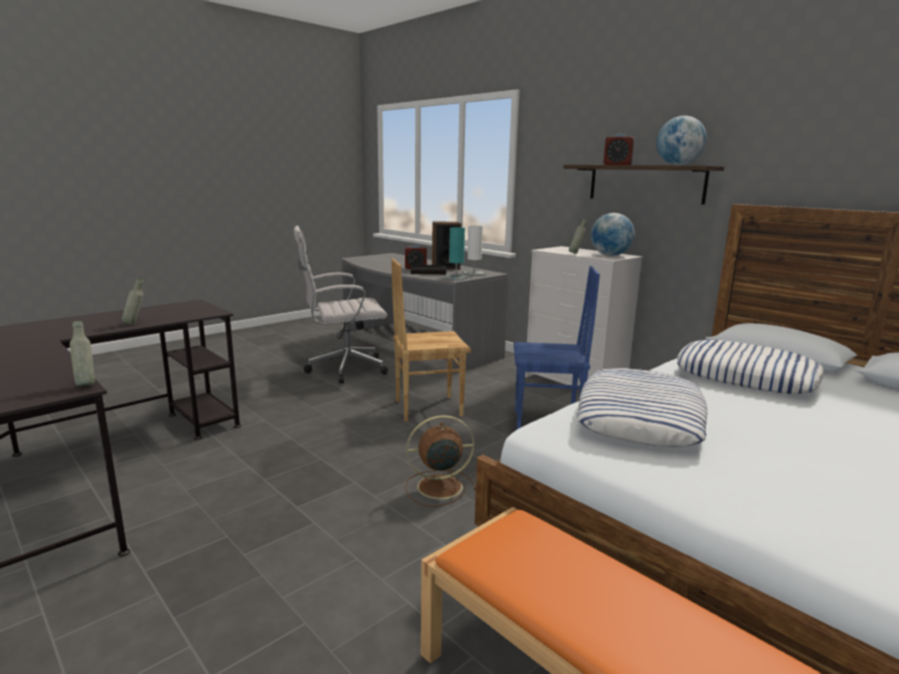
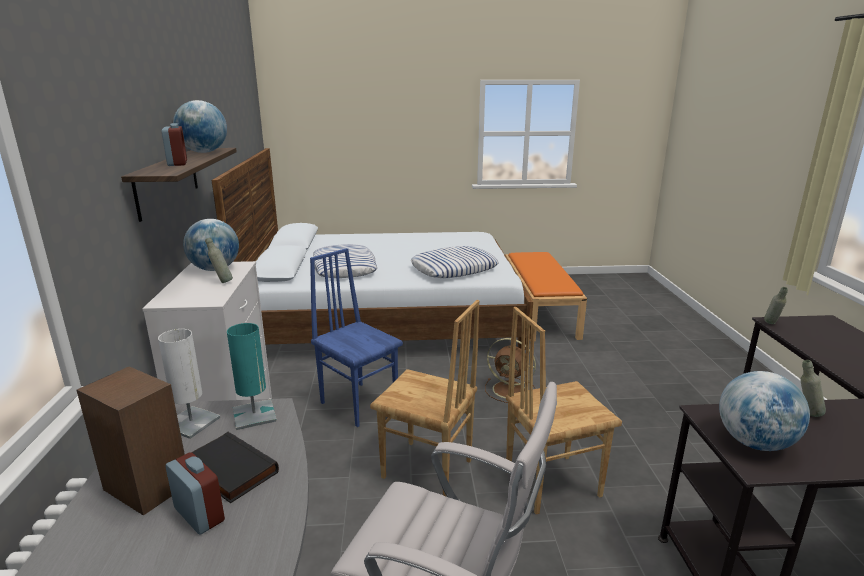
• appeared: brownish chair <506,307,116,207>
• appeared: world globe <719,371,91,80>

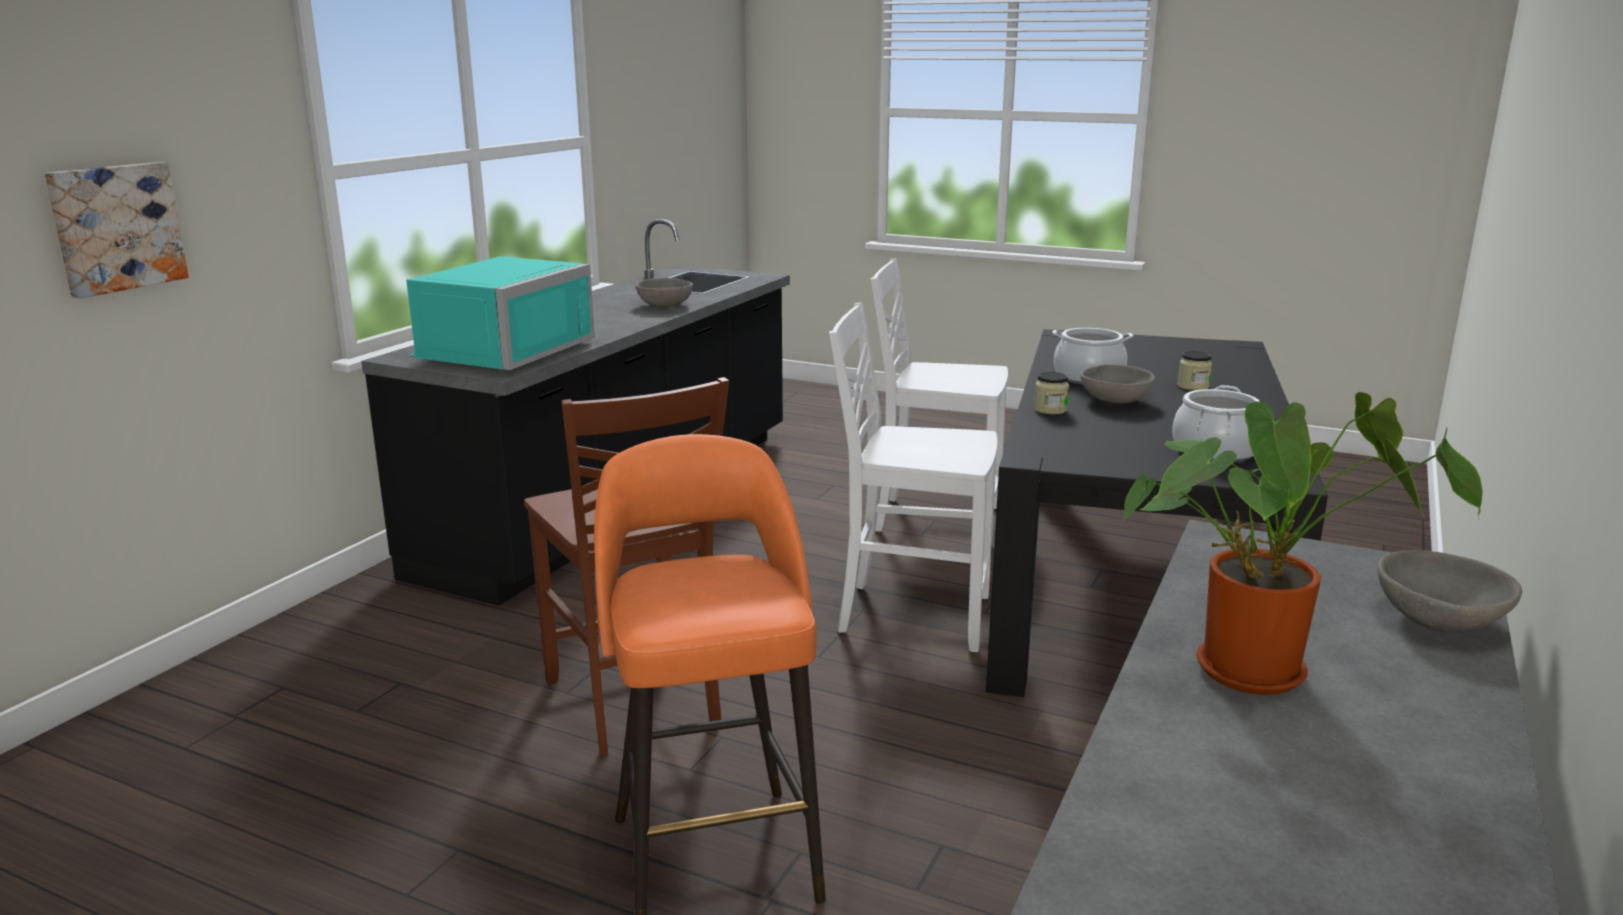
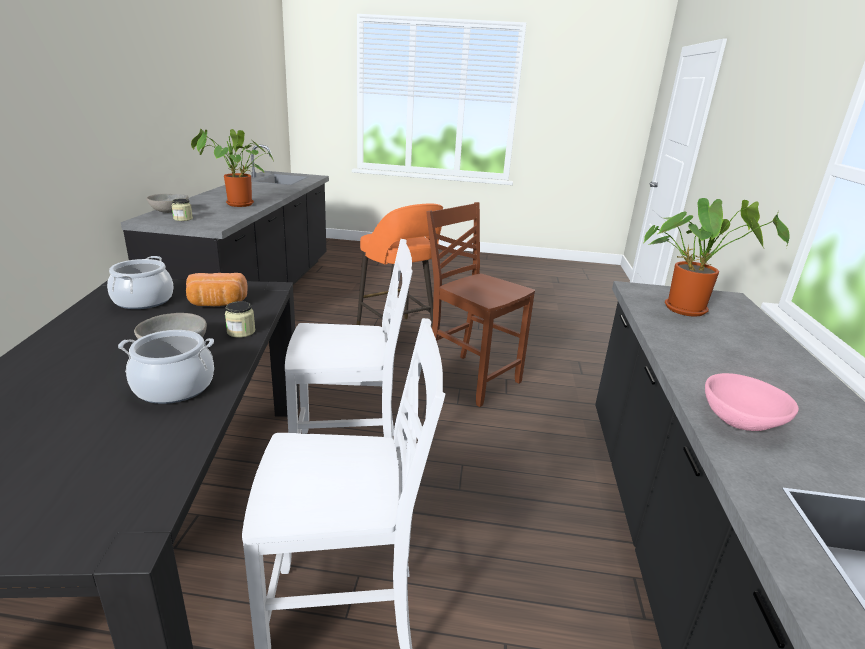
• relocated: preserve jar <1177,351,35,40> to <171,199,22,22>
• appeared: bakery bread <186,273,62,33>
• exchanged: blue-green microwave oven <406,256,189,114> to plant in a pot <644,198,146,119>
• colour: greyish deep dish <635,278,58,29> to pinkish deep dish <705,373,94,58>
• missing: picture <45,162,144,136>

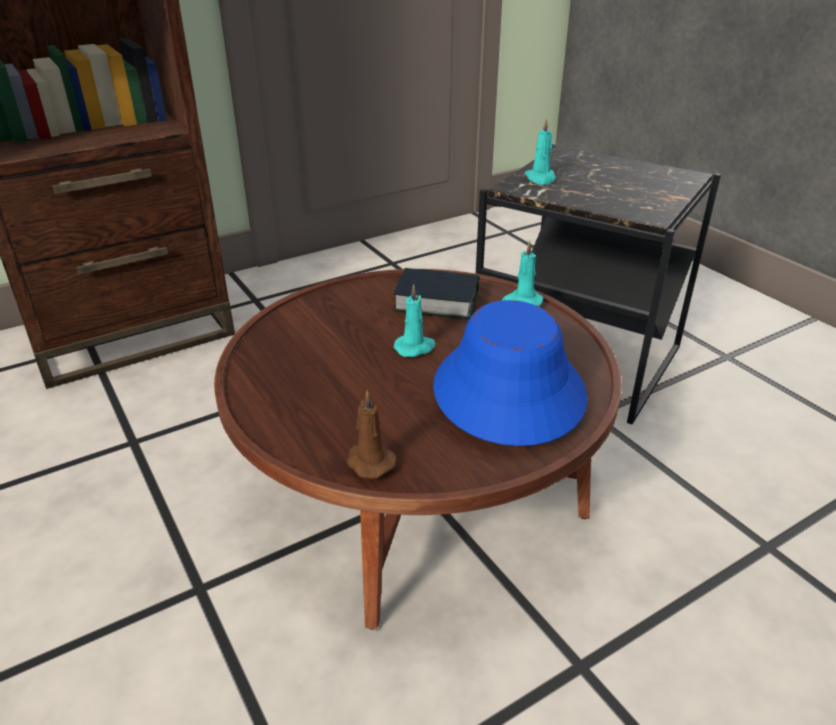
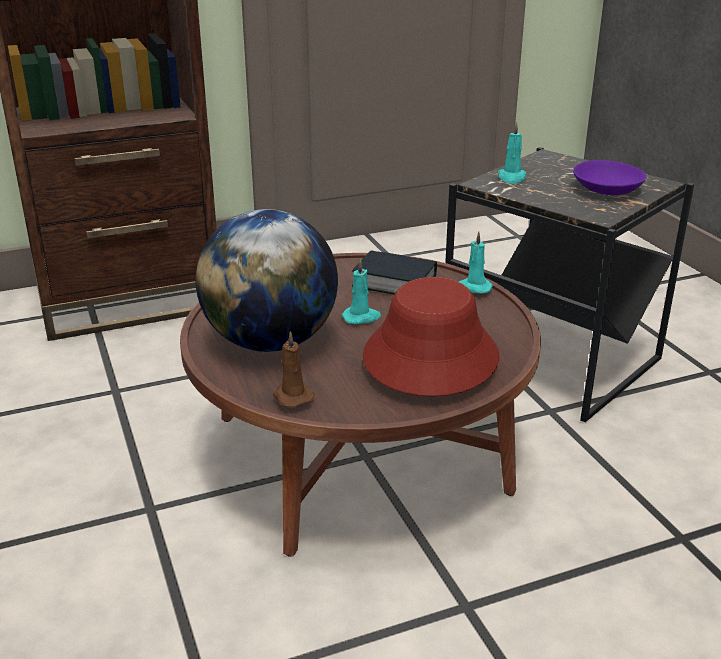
• appeared: world globe <196,209,142,143>
• colour: blue-coloured clothing hat <433,300,155,146> to reddish clothing hat <363,277,136,119>
• appeared: purple deep dish <573,160,74,35>

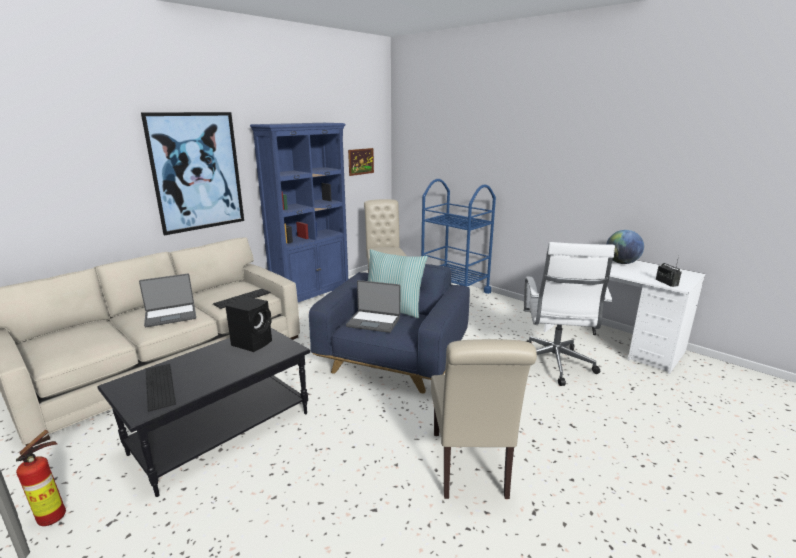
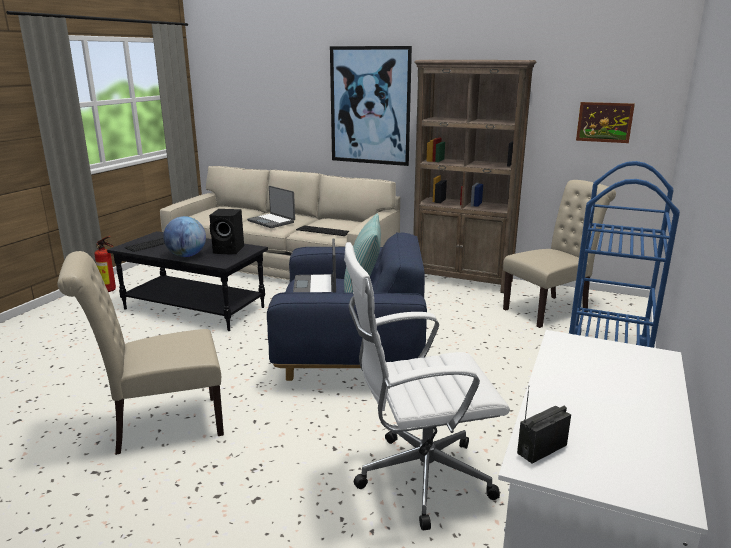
• relocated: world globe <606,230,38,34> to <163,216,43,41>
• colour: blue-coloured bookshelf <250,123,98,179> to brownish bookshelf <413,60,124,233>

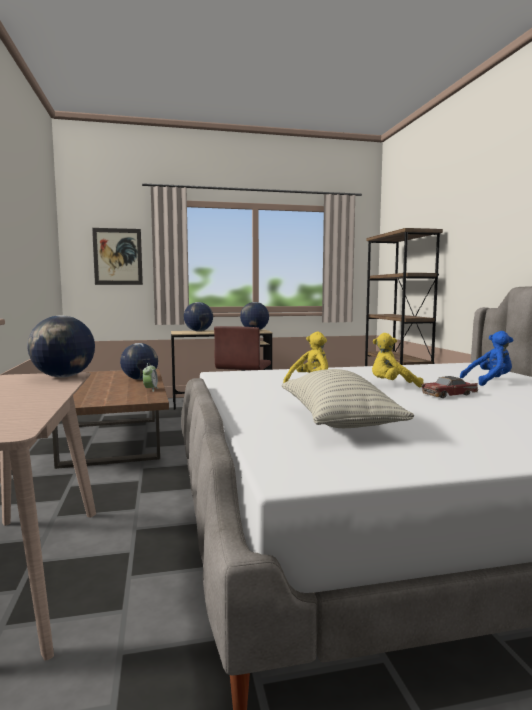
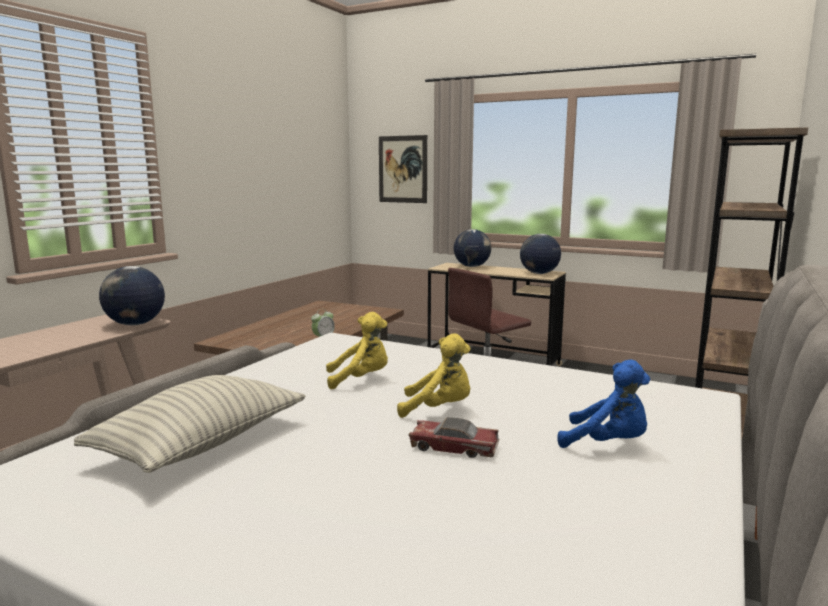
• spun: yellow plush toy <372,333,52,54> = <397,333,74,85> 150 degrees clockwise
• missing: world globe <120,343,38,37>

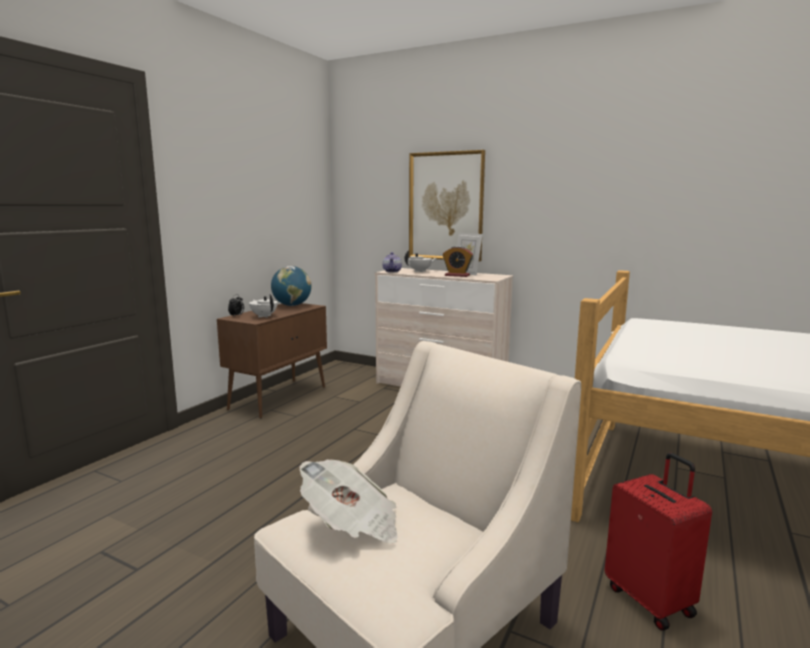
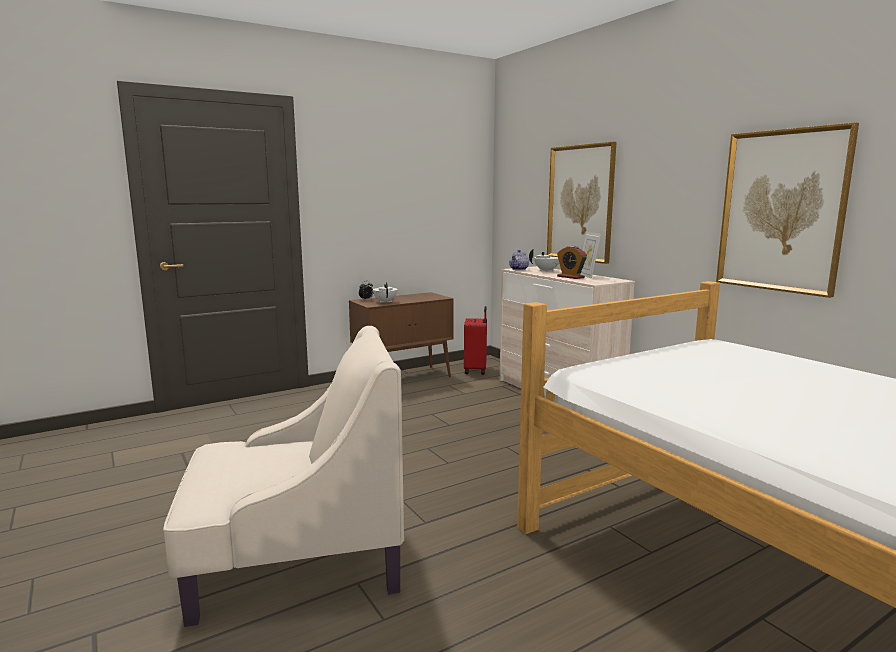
• relocated: reddish travel case <605,453,107,178> to <464,306,23,69>
• appeared: picture <716,122,143,176>
• missing: world globe <271,266,41,40>
• missing: newspaper <299,460,99,84>

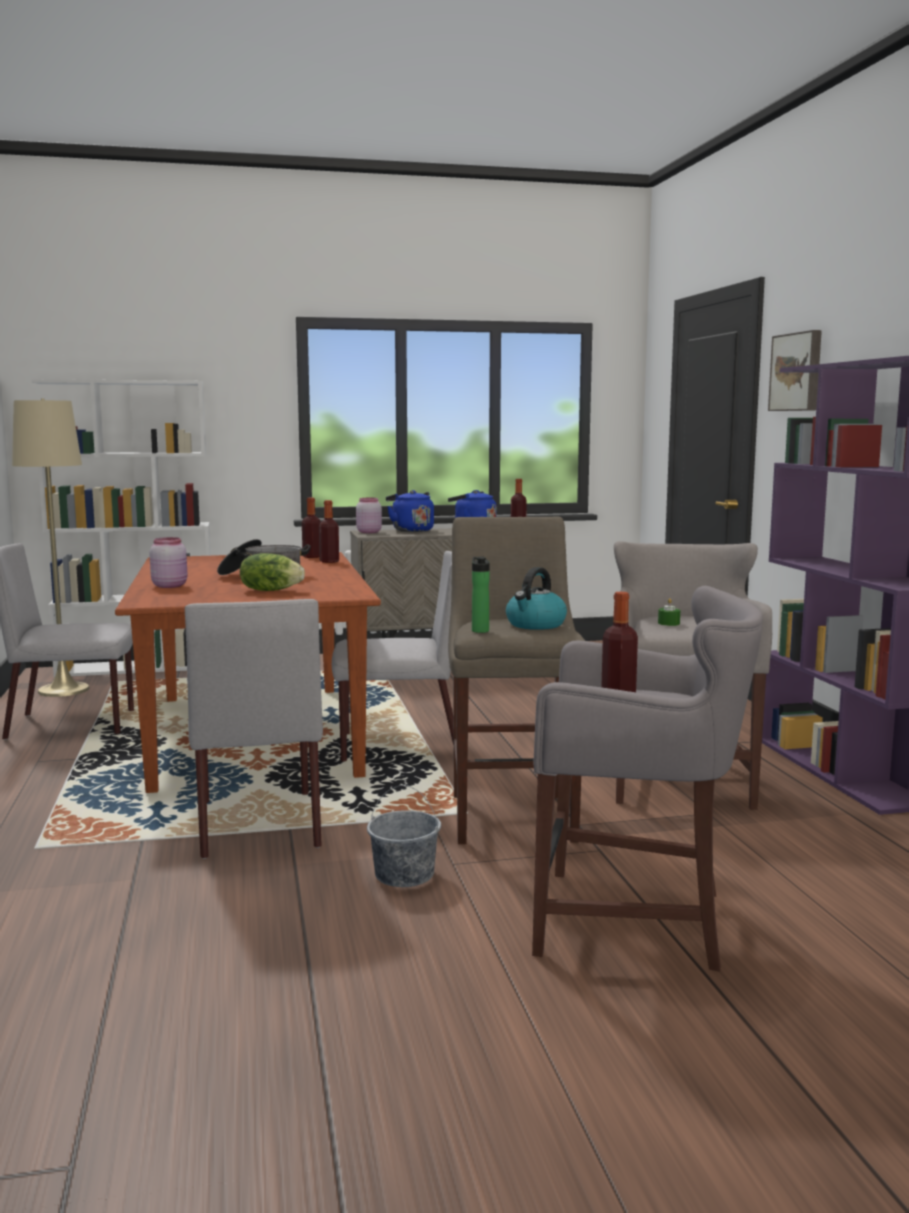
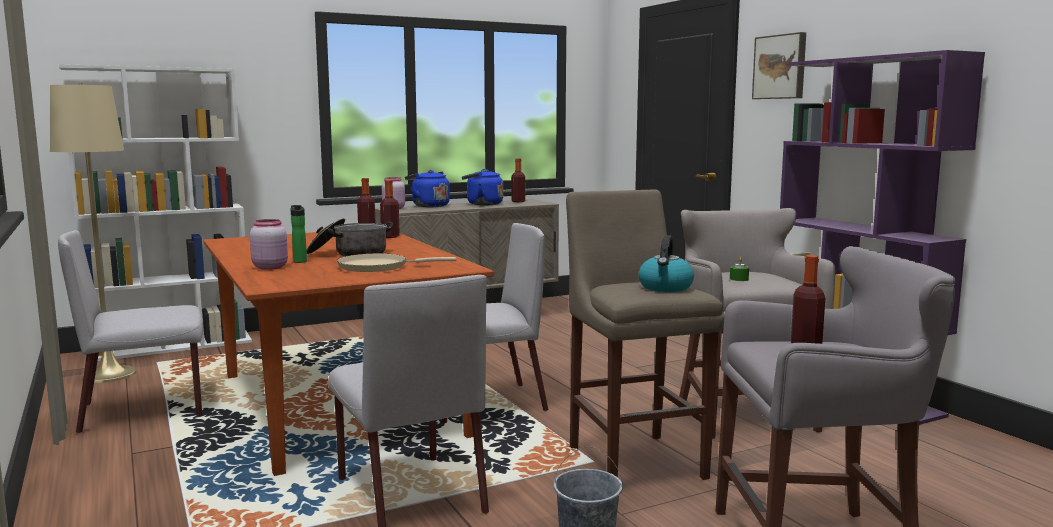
• relocated: drink bottle <472,557,18,76> to <291,205,16,58>
• exchanged: lettuce head <240,553,65,38> to beige-coloured skillet <337,253,119,19>

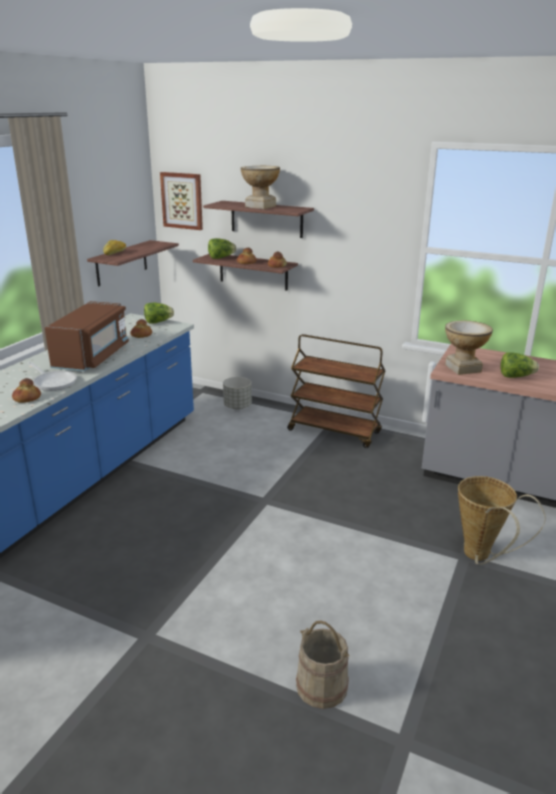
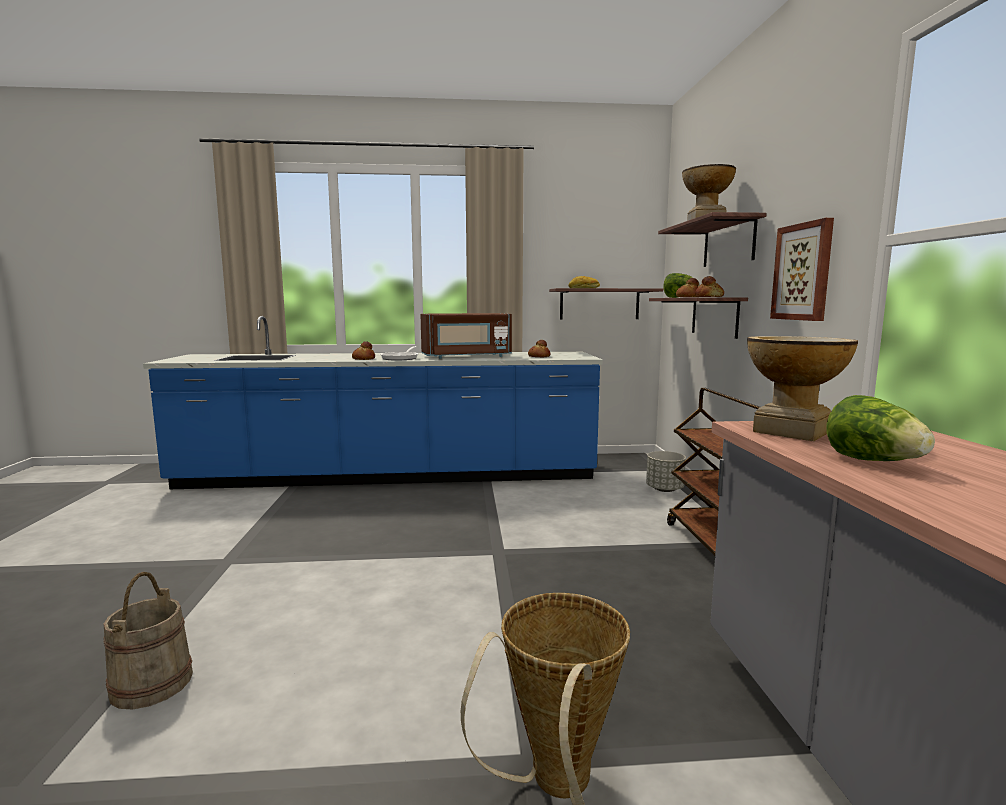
• relocated: picture <160,172,43,58> to <770,218,64,103>
• missing: lettuce head <144,303,30,21>

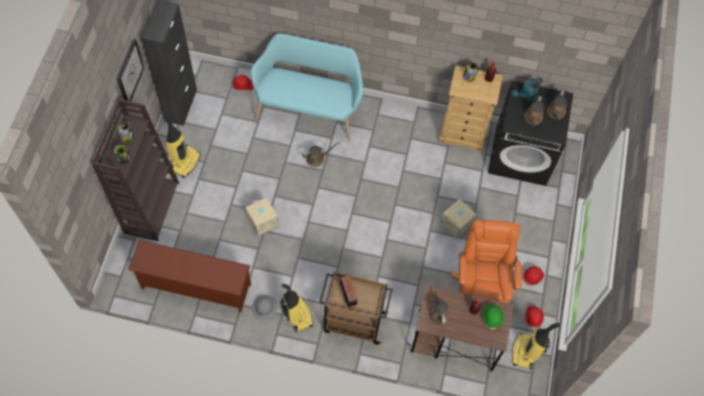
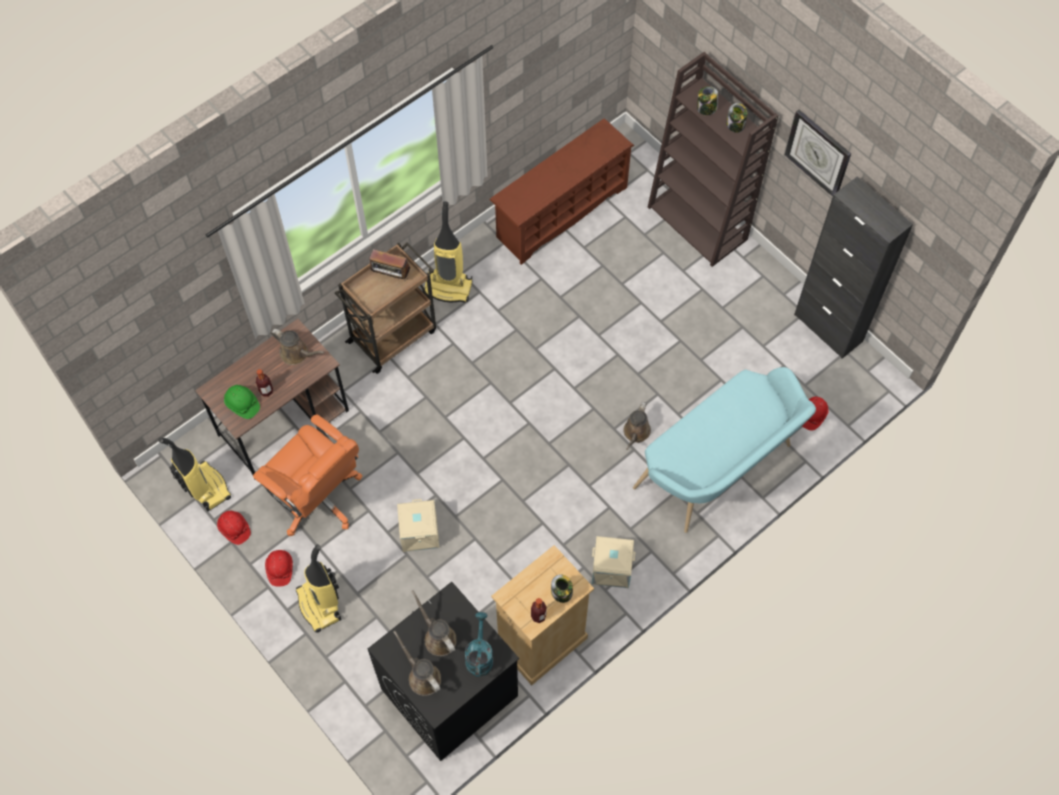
• relocated: vacuum cleaner <161,111,40,67> to <296,544,46,89>
• relocated: beige-coloured storage box <245,197,34,40> to <592,536,43,52>
• missing: greyish hard hat <251,295,27,26>

